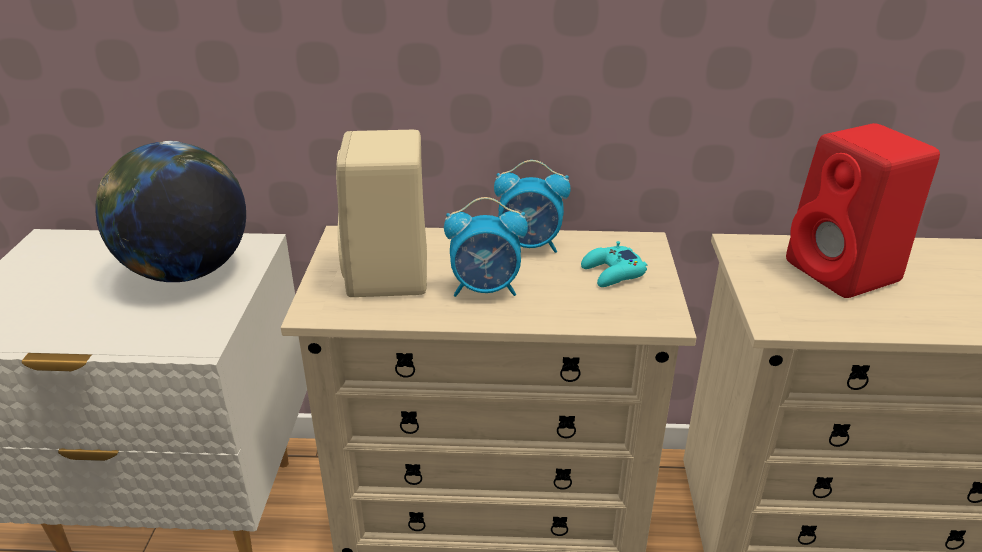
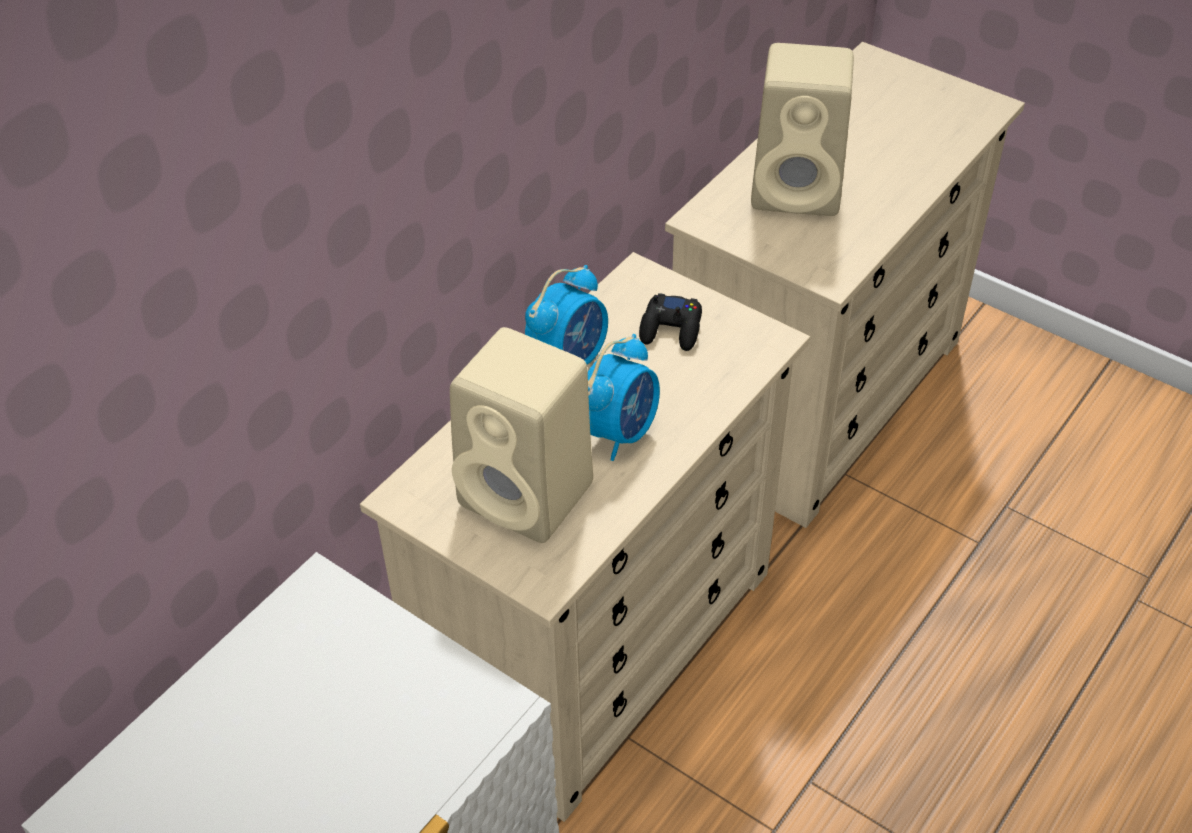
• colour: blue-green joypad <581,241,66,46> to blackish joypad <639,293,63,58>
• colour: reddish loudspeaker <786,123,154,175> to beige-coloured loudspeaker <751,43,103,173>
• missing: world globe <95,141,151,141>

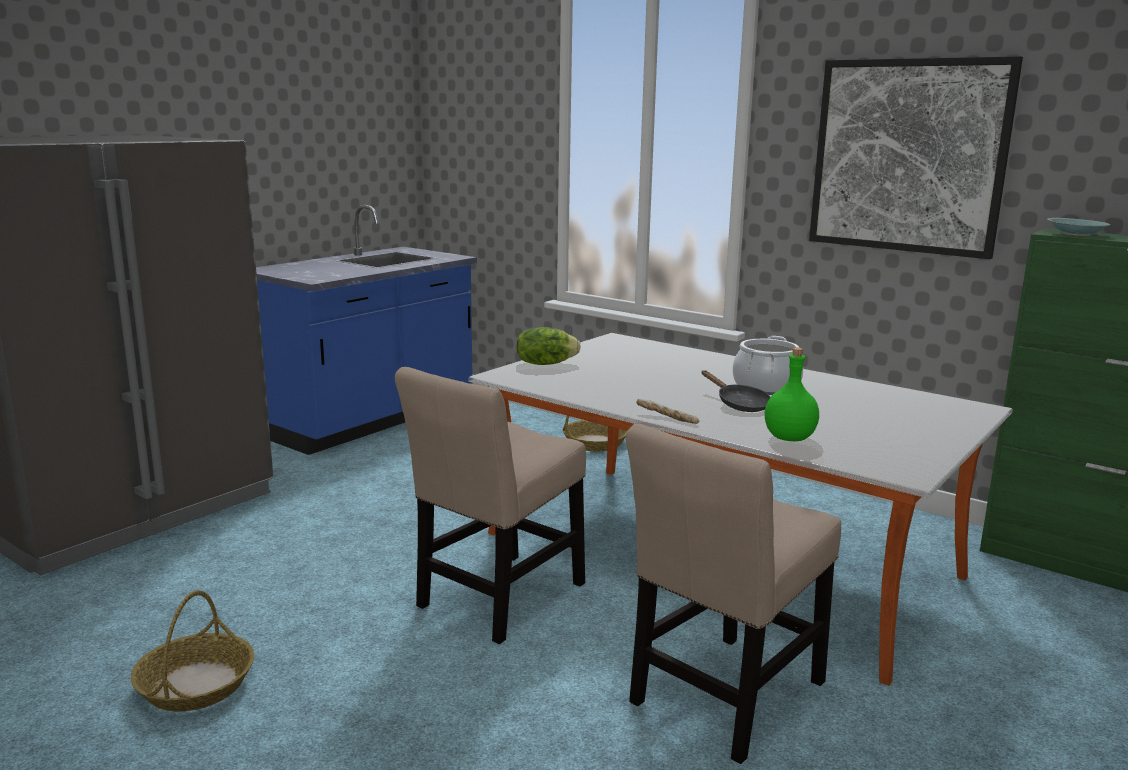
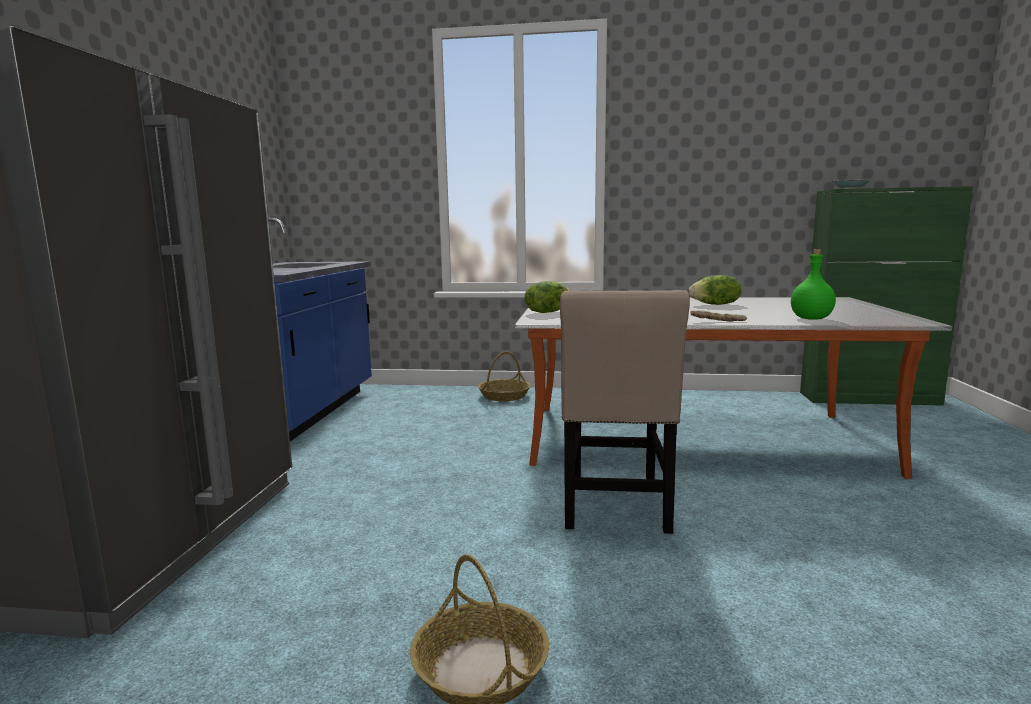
• exchanged: cooking pot <732,336,72,59> to lettuce head <689,275,52,30>
• missing: beige-coloured chair <626,424,215,340>
• missing: blackish skillet <702,371,68,41>
• missing: picture <809,56,214,203>

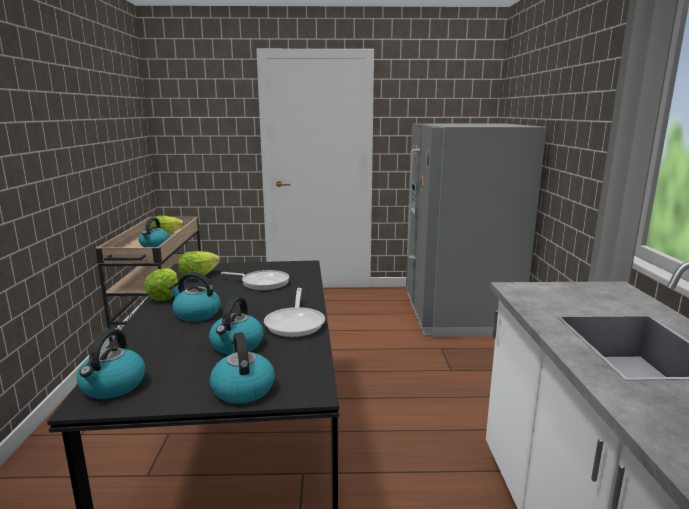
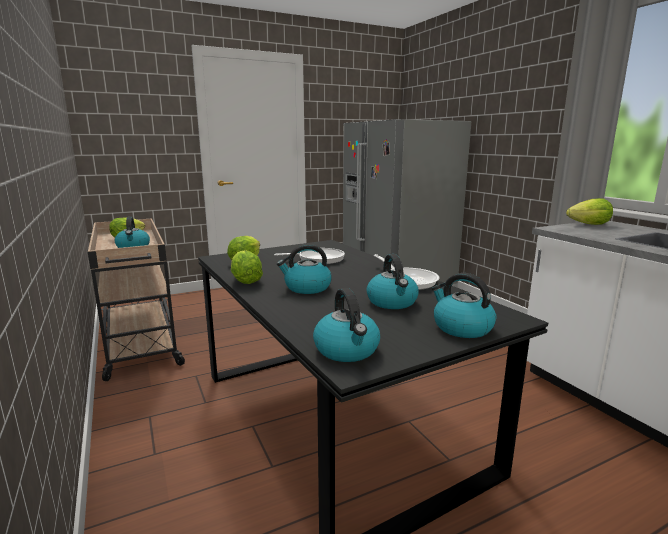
• appeared: lettuce head <566,198,47,27>

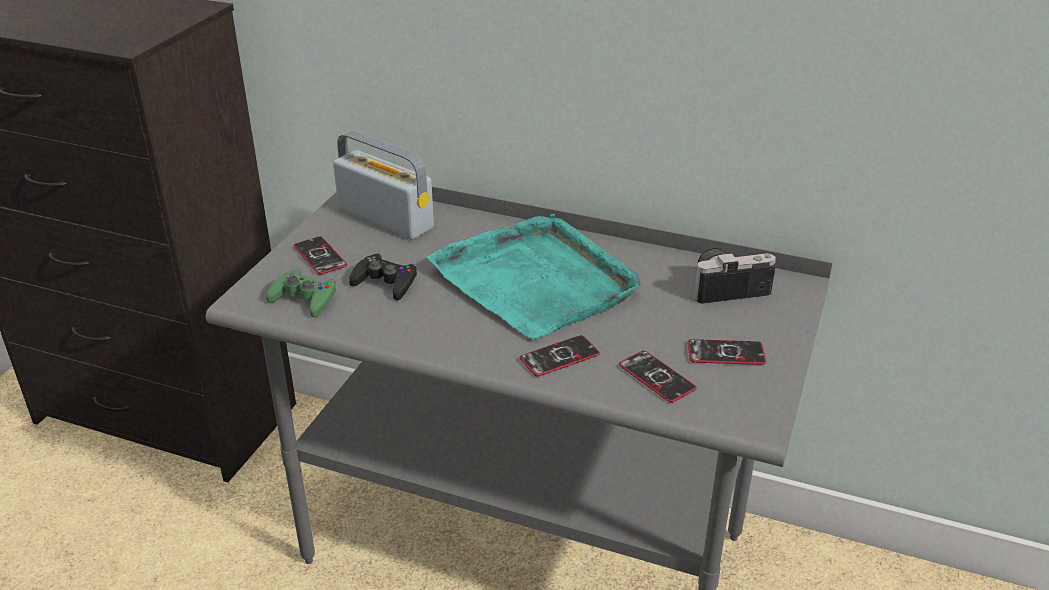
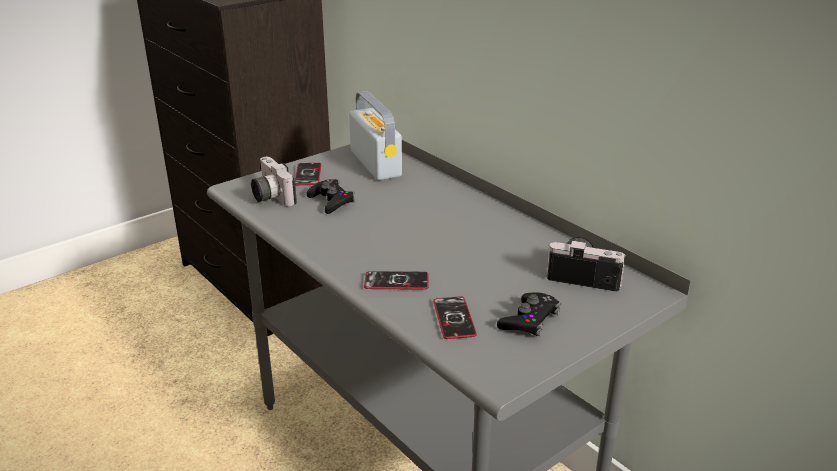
• exchanged: green joypad <266,269,70,49> to photo camera <251,157,46,50>
• exchanged: telephone <688,339,78,26> to blackish joypad <497,293,64,44>
• missing: blue-green tray <427,214,214,125>

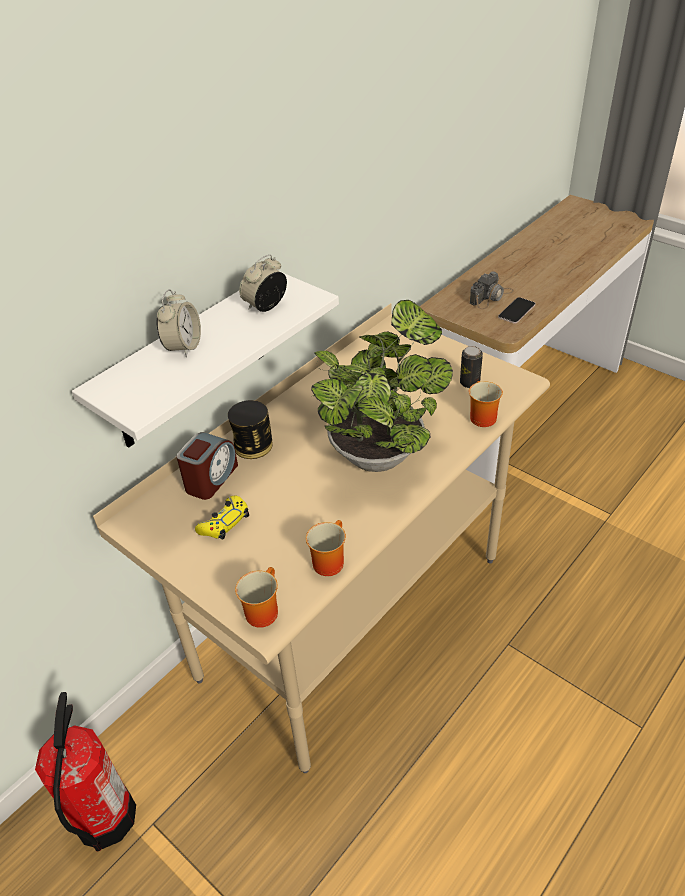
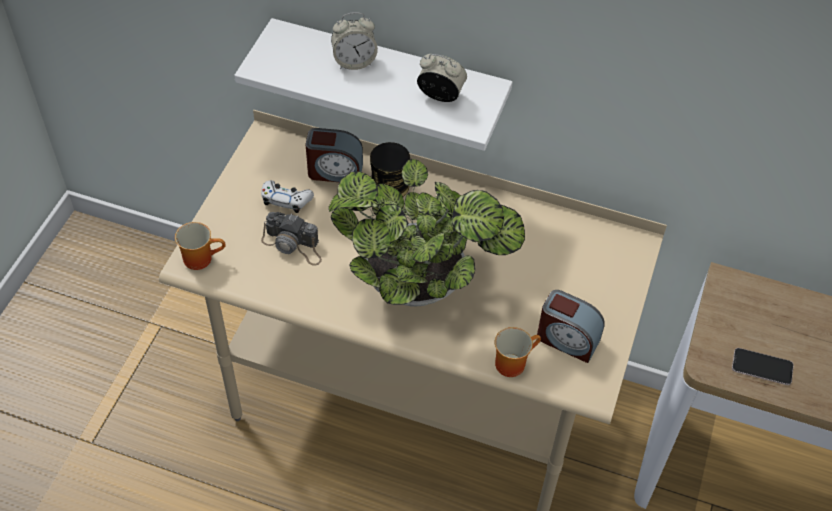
• colour: yellow joypad <195,496,54,44> to whitish joypad <261,180,53,33>
• relocated: photo camera <470,271,44,38> to <261,212,61,53>
• exchanged: metal can <460,346,23,42> to alarm clock <537,290,68,73>
• missing: fire-fighting cylinder <35,692,101,159>
• missing: tea mug <306,520,40,56>

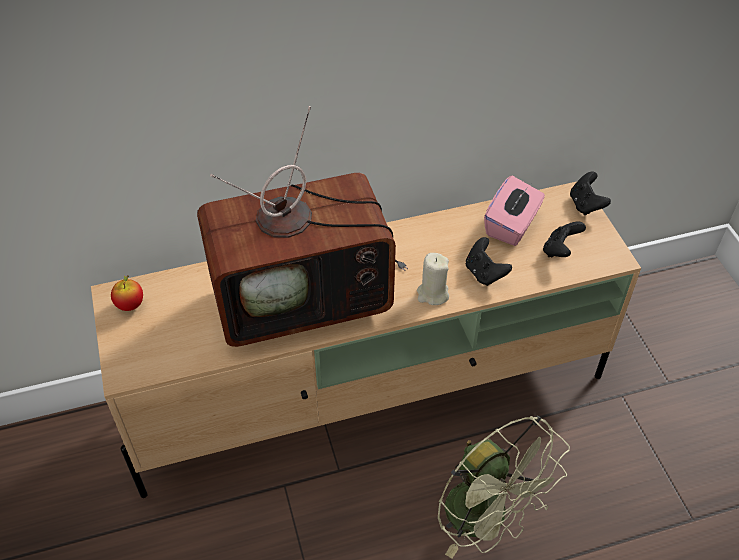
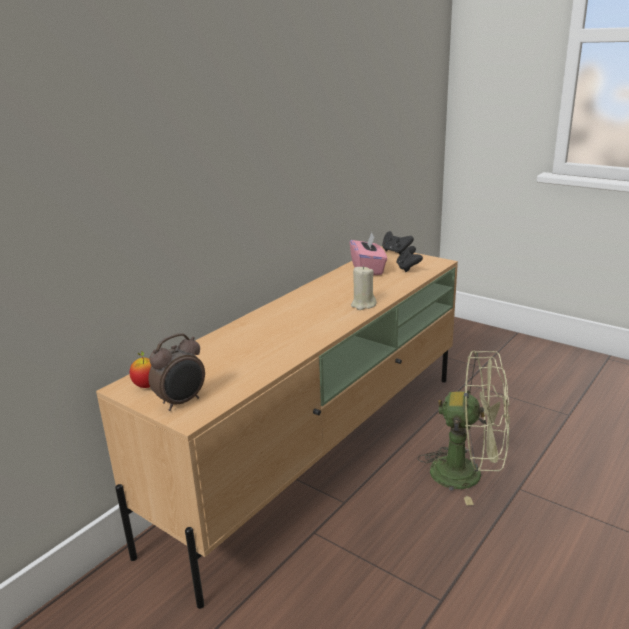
• appeared: alarm clock <148,333,57,78>
• missing: TV set <197,106,211,241>
• missing: blackish joypad <466,237,46,49>

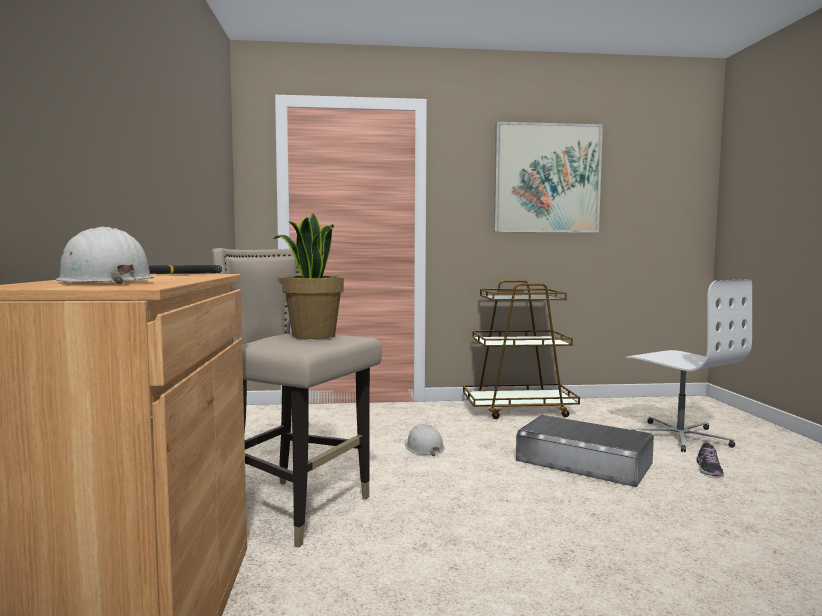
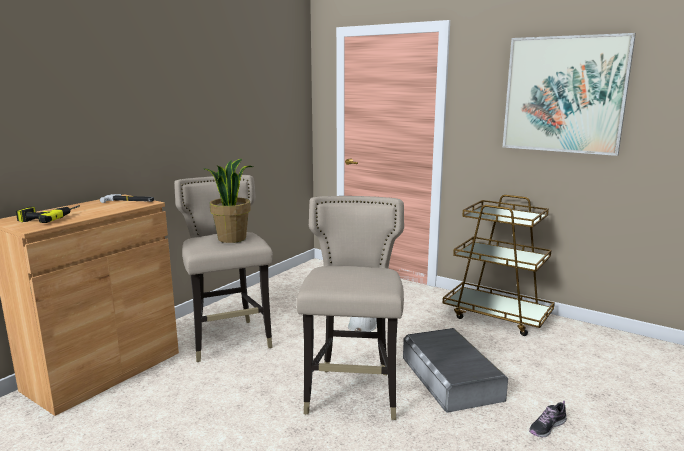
• exchanged: whitish hard hat <56,227,98,58> to electric drill <16,205,64,18>
• appeared: beige-coloured sitting stool <296,196,108,224>
• missing: whitish computer chair <625,279,127,173>

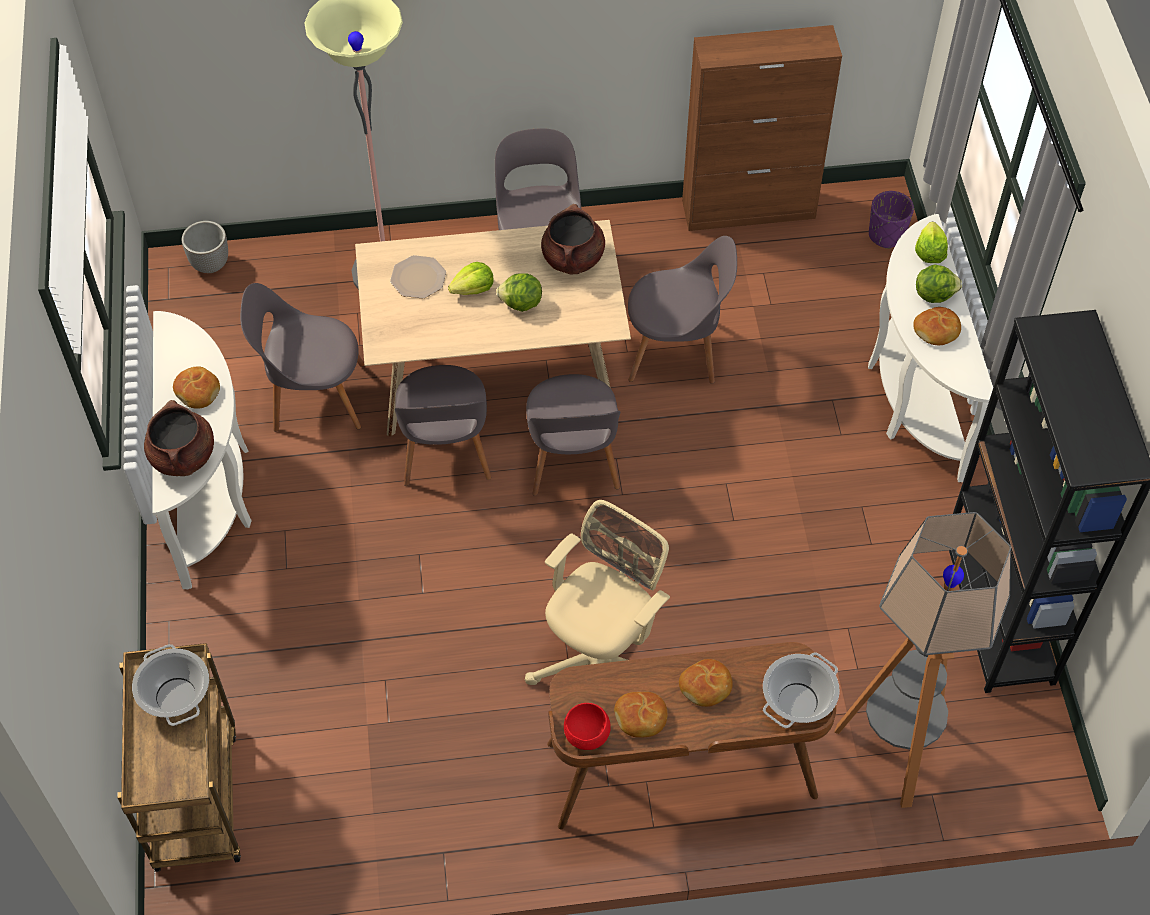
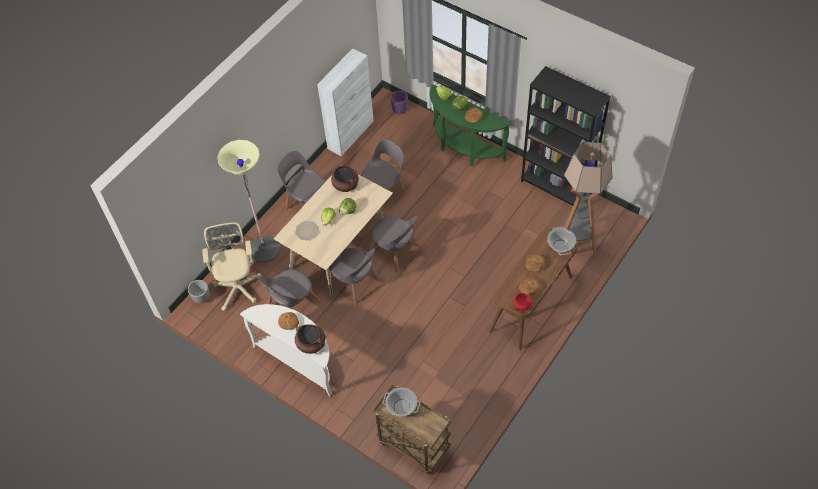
• relocated: beige-coloured computer chair <525,500,145,185> to <202,222,59,89>
• colour: brownish cupboard <682,25,160,206> to whitish cupboard <317,49,57,107>
• colour: whitish hall table <868,214,125,268> to green hall table <430,84,81,82>

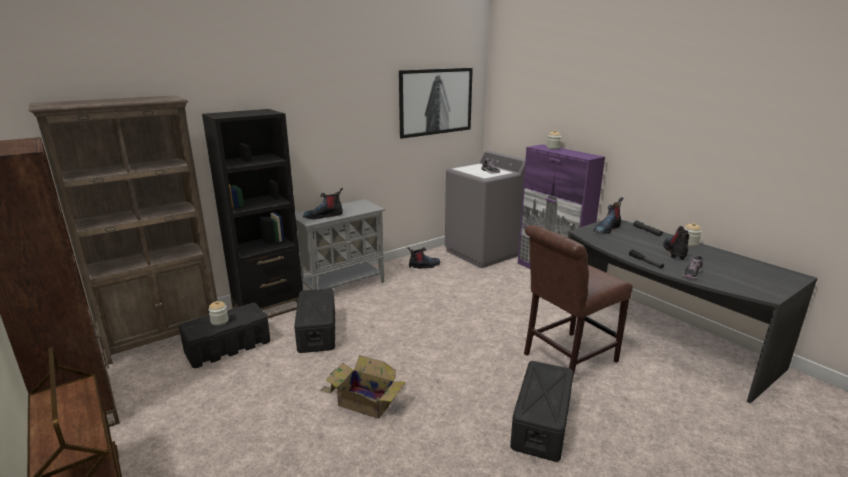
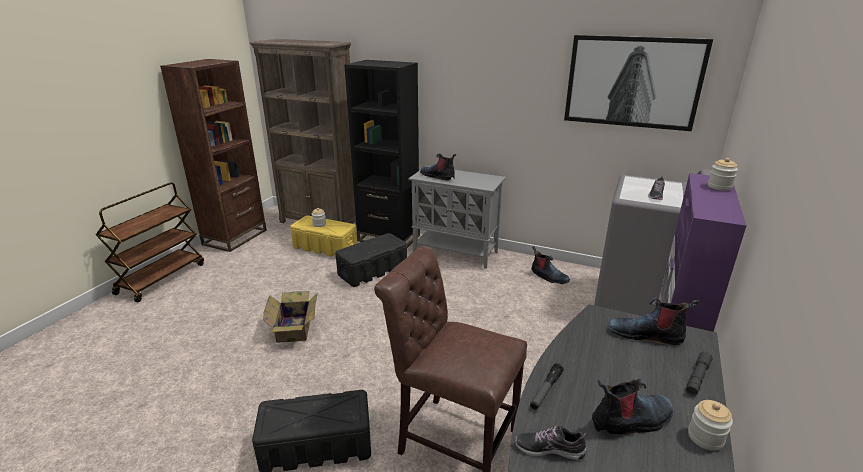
• colour: blackish storage box <179,303,91,65> to yellow storage box <290,215,67,41>

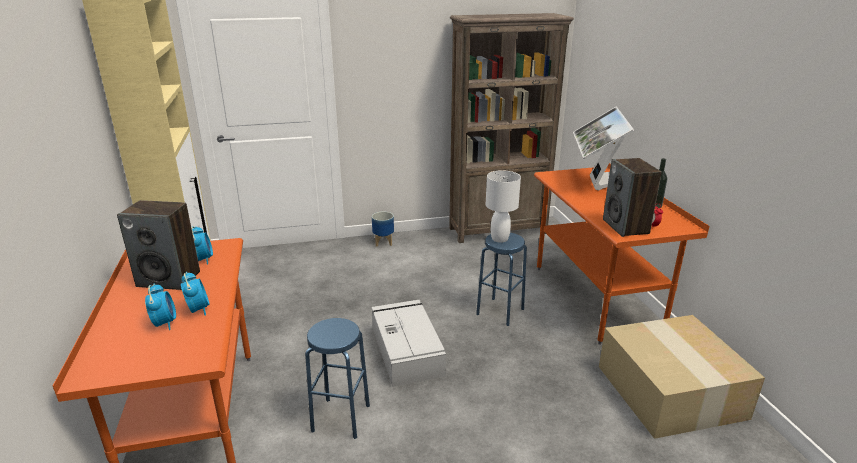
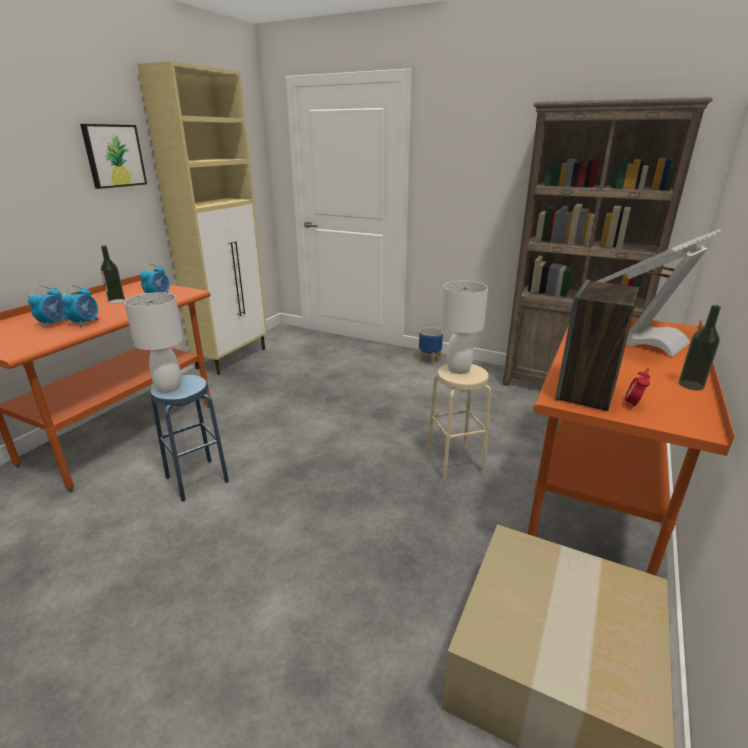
• appeared: picture <80,124,67,65>
• exchanged: loudspeaker <117,200,83,90> to drink bottle <101,246,24,58>
• appeared: whitish lamp for a table <124,292,59,101>
• colour: blue-coloured sitting stool <476,233,51,93> to beige-coloured sitting stool <426,364,65,116>
• missing: greyish storage box <371,300,75,87>

